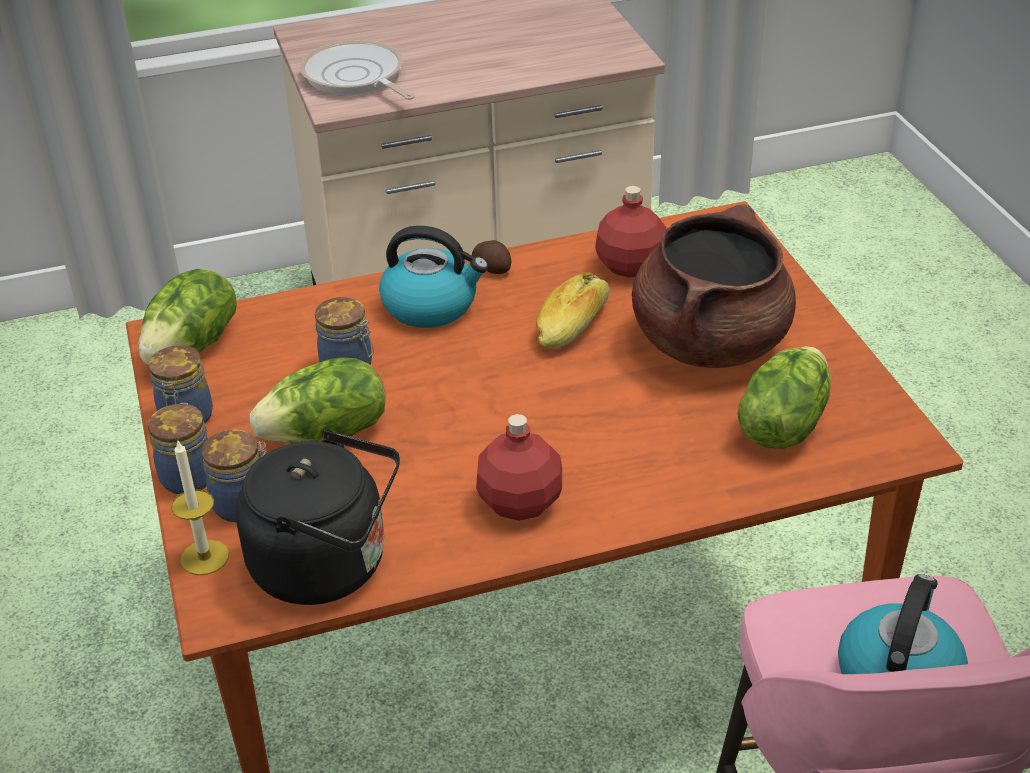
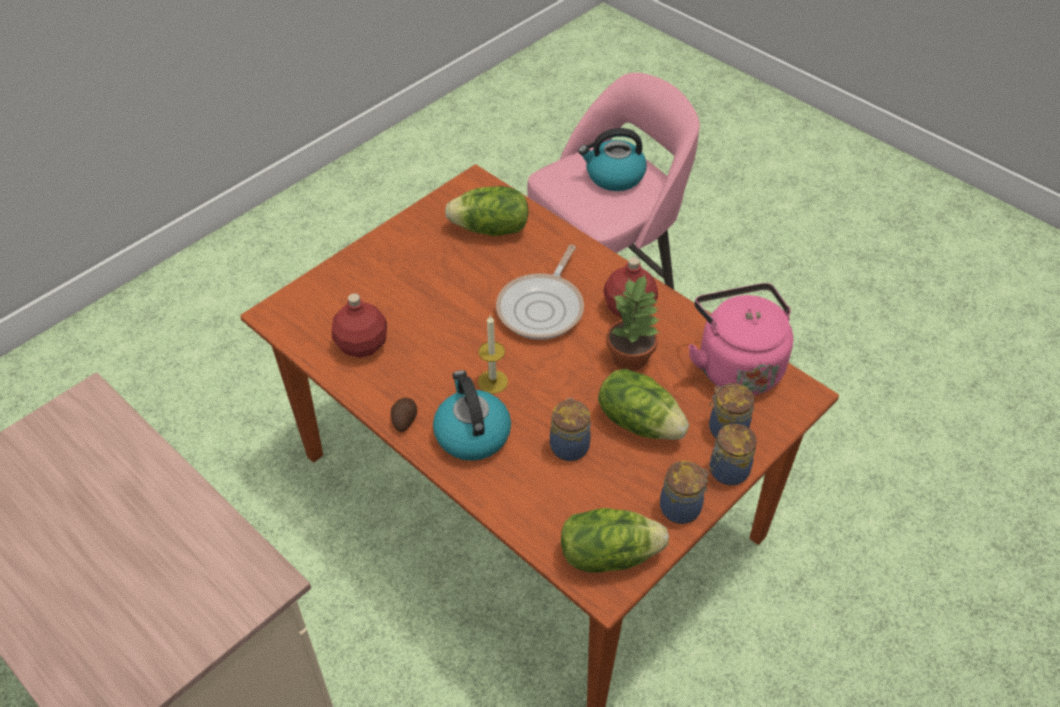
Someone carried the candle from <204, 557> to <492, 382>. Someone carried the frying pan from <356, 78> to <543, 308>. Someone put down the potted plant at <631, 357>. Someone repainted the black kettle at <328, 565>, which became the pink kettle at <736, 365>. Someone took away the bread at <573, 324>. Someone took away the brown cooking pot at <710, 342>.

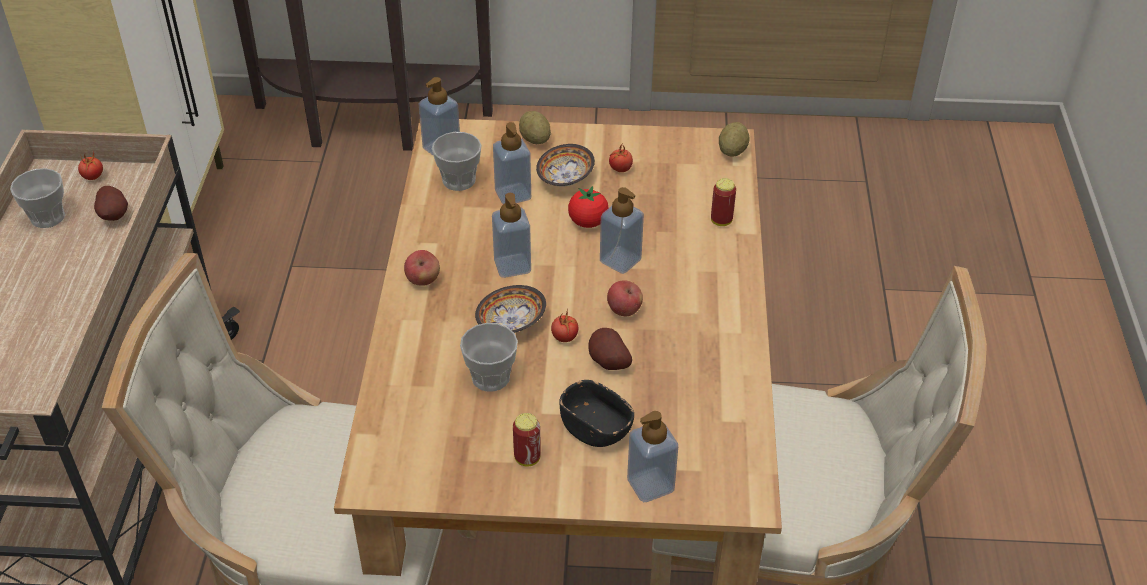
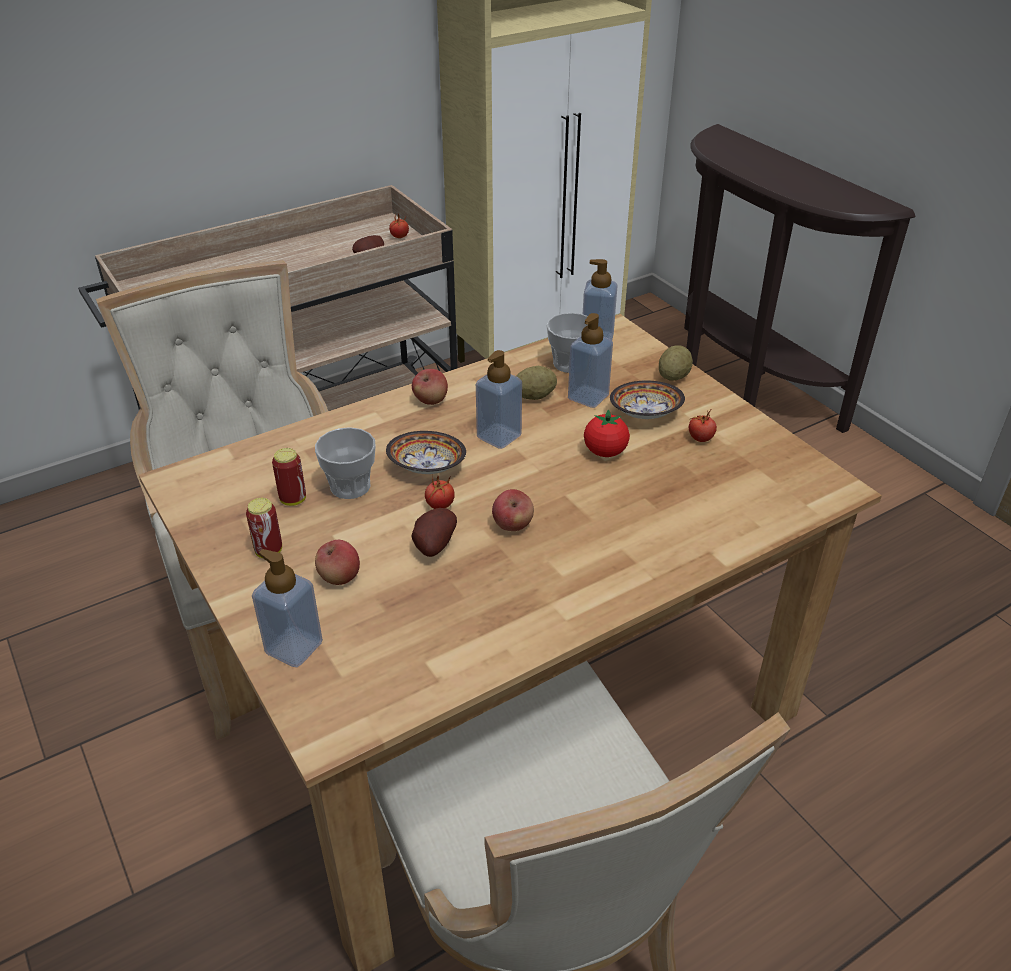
Someone carried the can from <721, 221> to <293, 499>. Someone swapped the black bowl at <596, 429> for the apple at <339, 577>. Someone carried the potato from <732, 151> to <534, 396>. Someone took away the cup at <48, 217>. Someone took away the soap dispenser at <620, 260>.

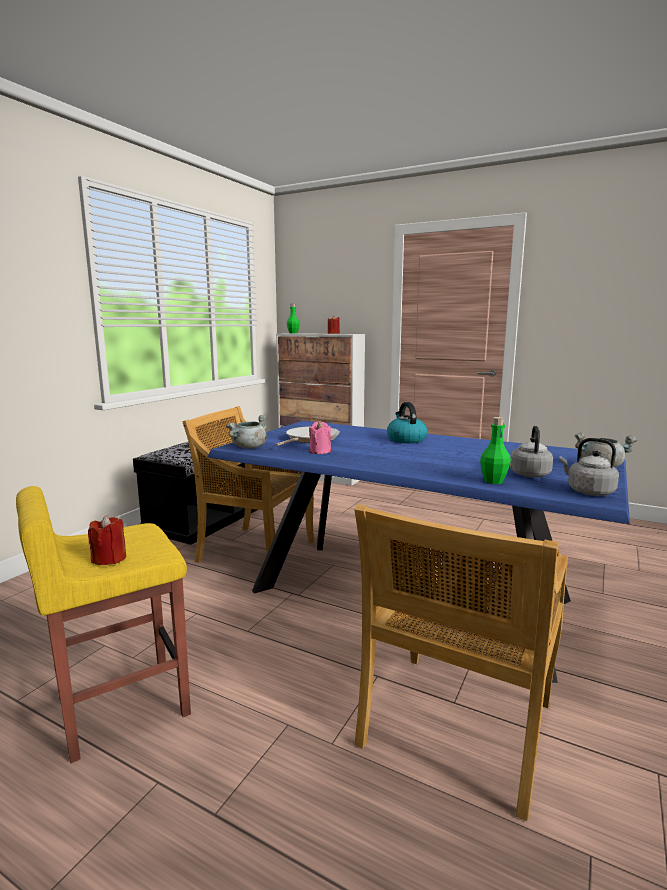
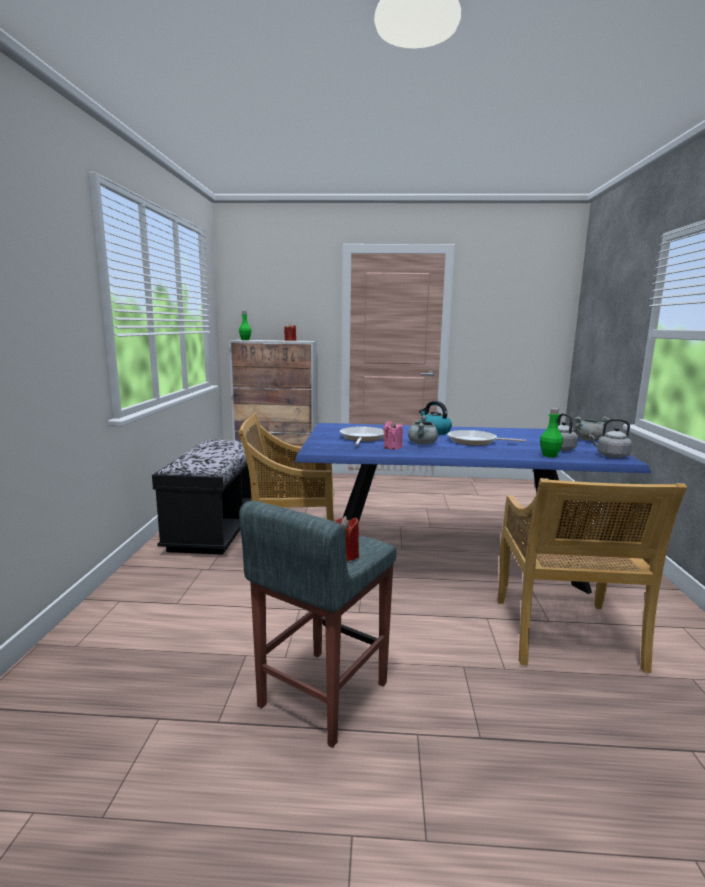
Someone repainted the yellow stool at <120, 706>, which became the grey stool at <322, 695>. Someone carried the grey cooking pot from <249, 447> to <422, 443>. Someone put down the frying pan at <475, 441>.

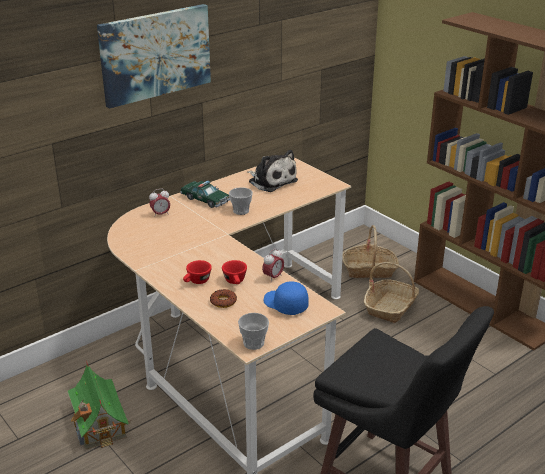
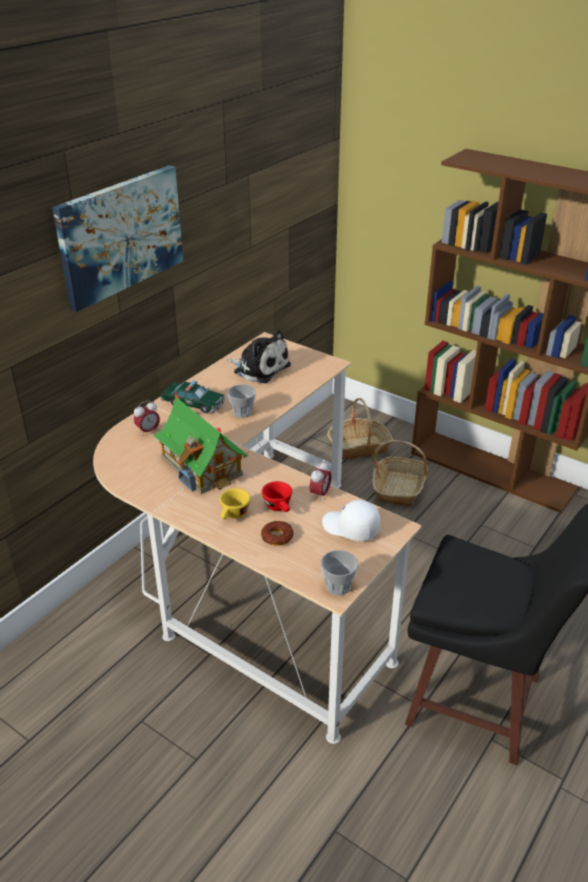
Someone carried the toy house from <99, 422> to <201, 466>. Someone repainted the red cup at <197, 282>, which became the yellow cup at <233, 515>. Someone repainted the blue cap at <285, 305>, which became the white cap at <350, 528>.

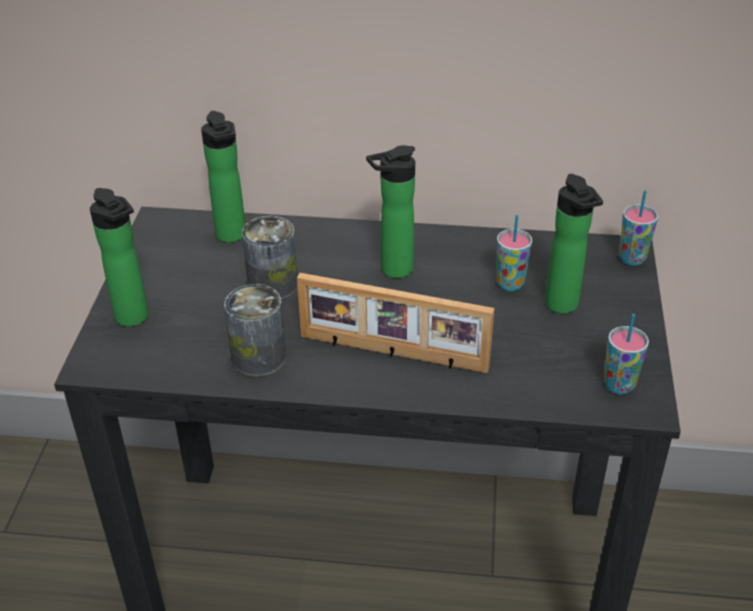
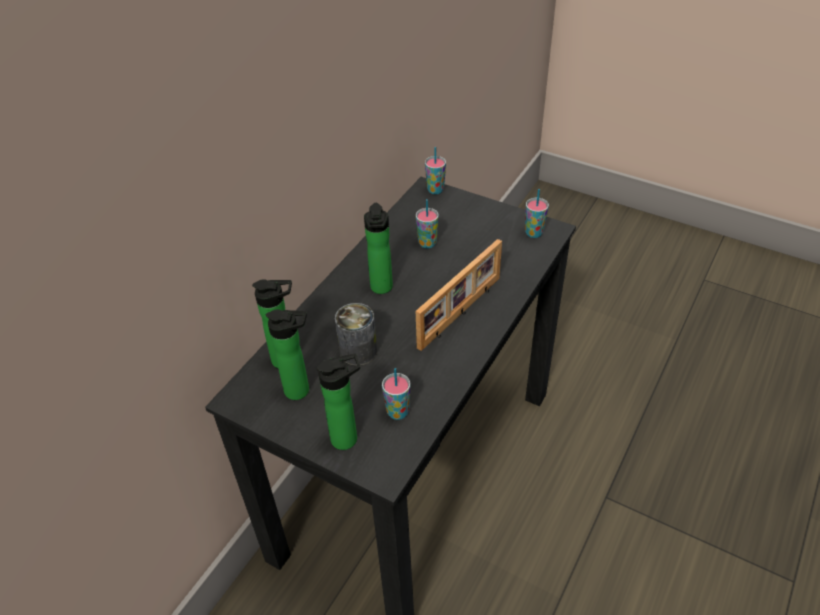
Someone carried the bottle from <564, 307> to <301, 390>. Someone put down the cup at <398, 412>. Someone took away the can at <259, 357>.

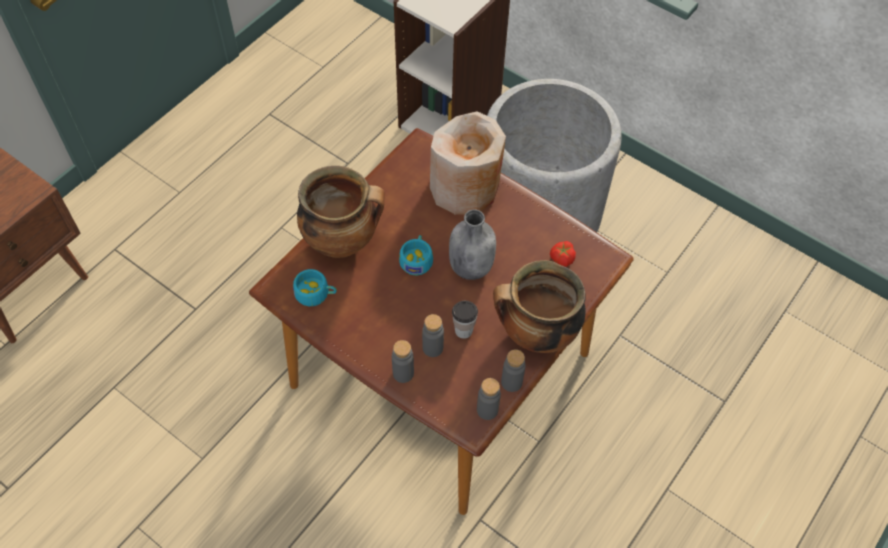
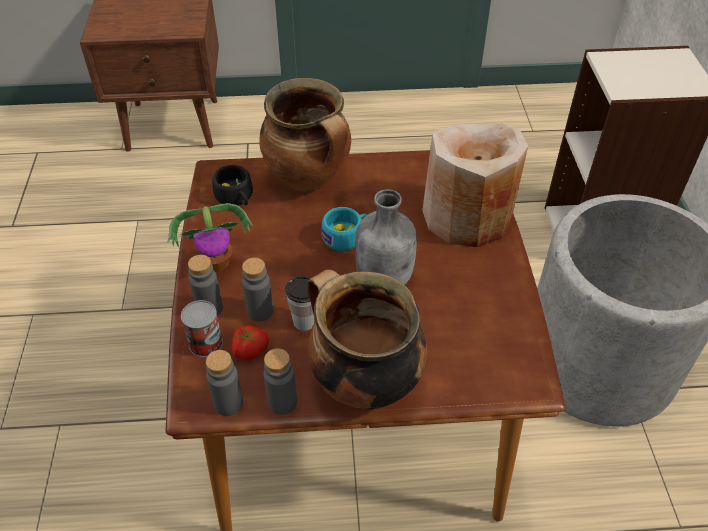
Someone put down the potted plant at <217, 262>. Someone put down the can at <205, 343>. Someone repainted the turquoise cup at <316, 294>, which became the black cup at <236, 198>. Someone carried the tomato from <561, 258> to <249, 349>.

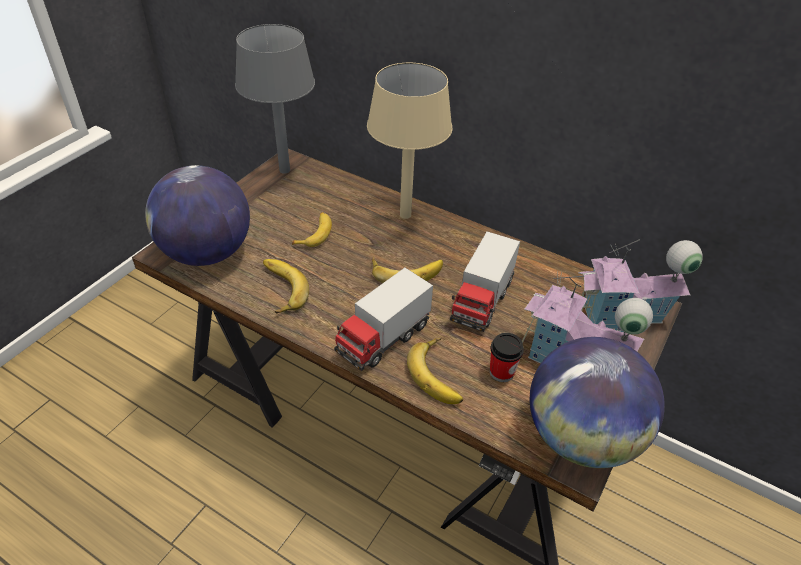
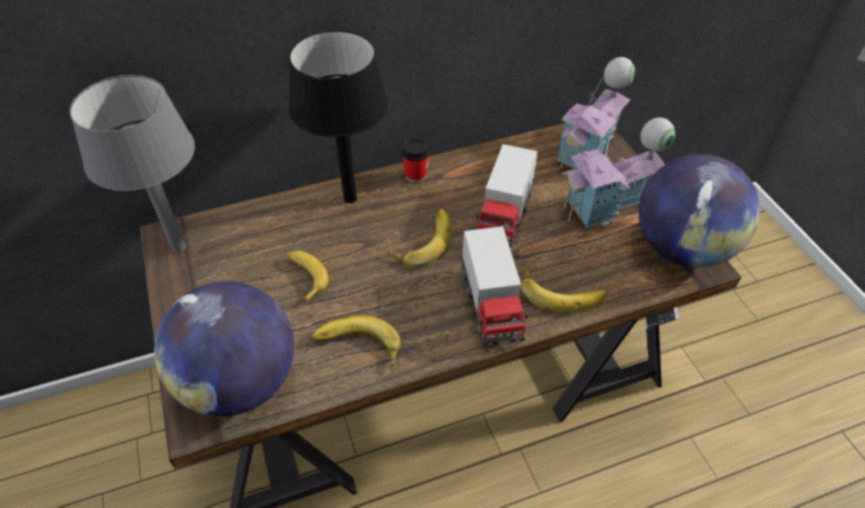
Someone repainted the beige table lamp at <405, 215>, which became the black table lamp at <350, 199>. Someone carried the cup from <501, 372> to <415, 175>. Someone rotated the toy truck at <481, 301> by 45 degrees clockwise.

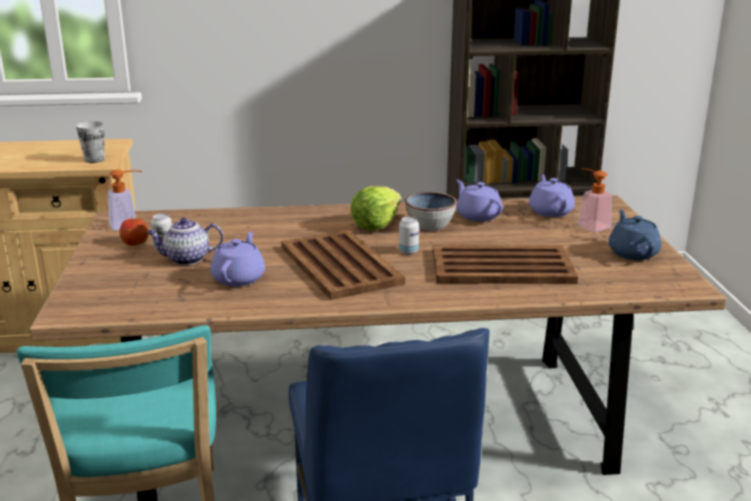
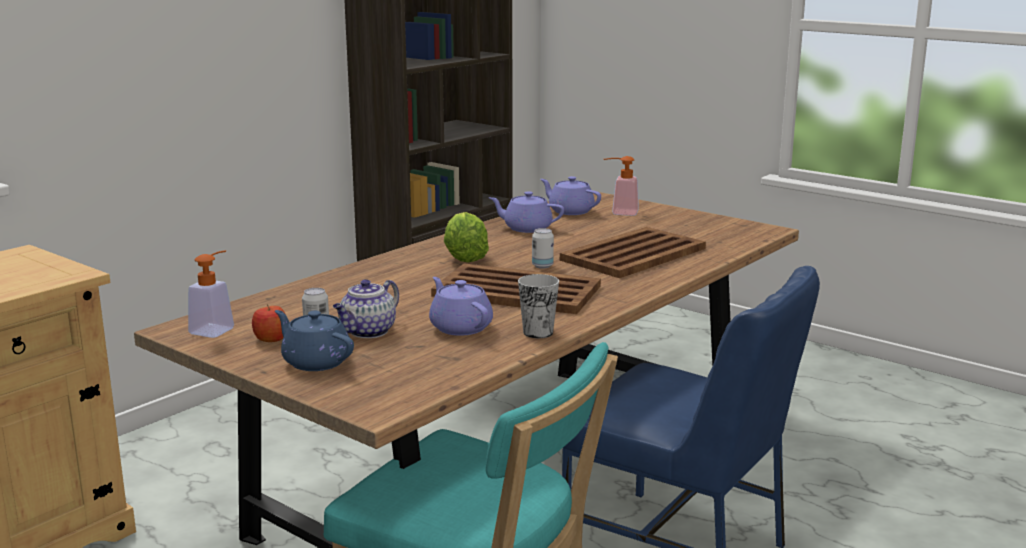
Someone carried the blue teapot from <632, 253> to <315, 362>. Someone carried the cup from <94, 160> to <538, 332>. Someone took away the bowl at <430, 225>.

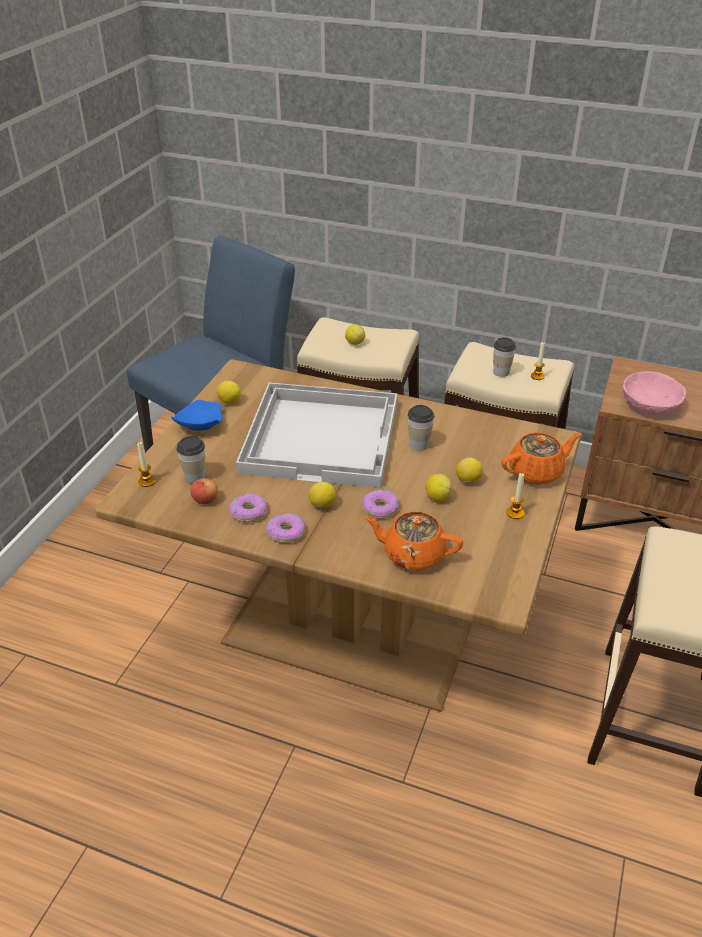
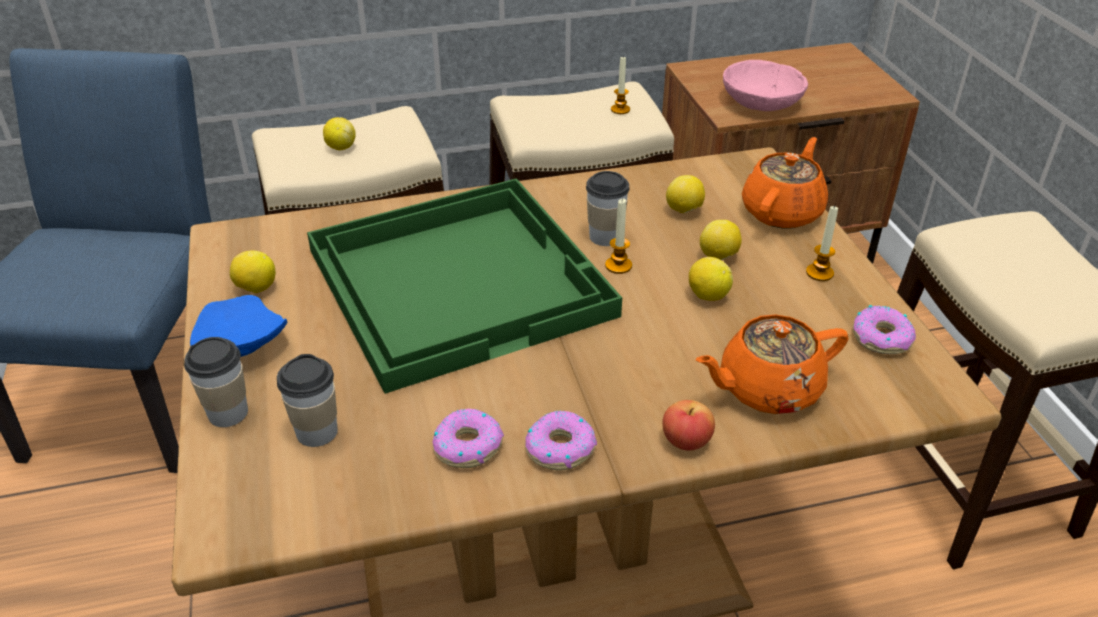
Someone carried the cup from <501, 372> to <228, 413>. Someone repainted the white tray at <322, 436>, which became the green tray at <460, 280>. Someone carried the candle from <147, 481> to <618, 265>. Someone carried the apple from <205, 500> to <686, 440>. Someone carried the lemon from <322, 505> to <684, 211>. Someone carried the donut from <380, 508> to <881, 338>.

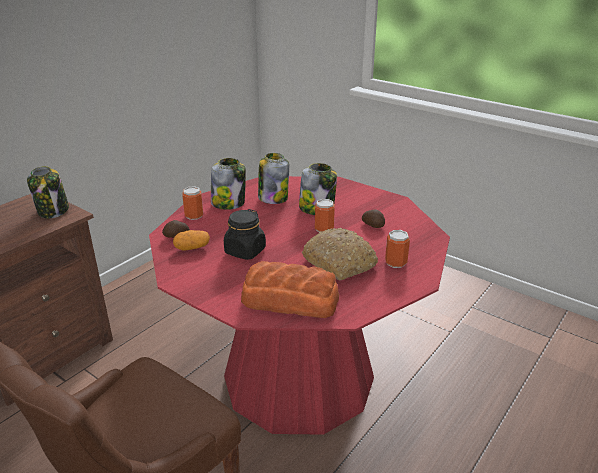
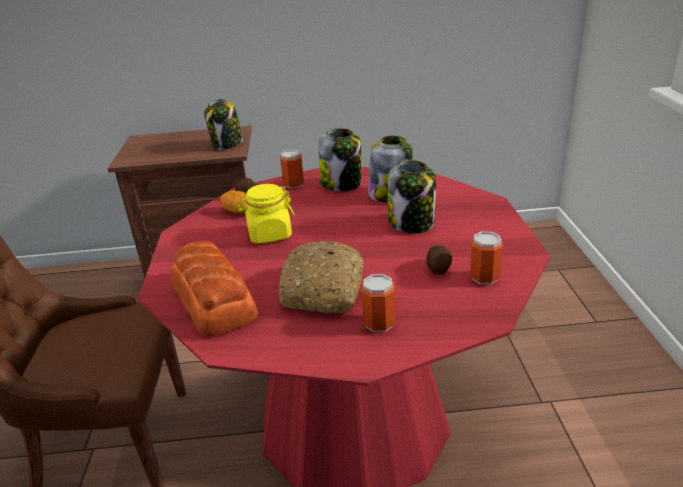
Someone repainted the black jar at <245, 251>, which became the yellow jar at <269, 234>. Someone carried the can from <324, 229> to <484, 277>.

